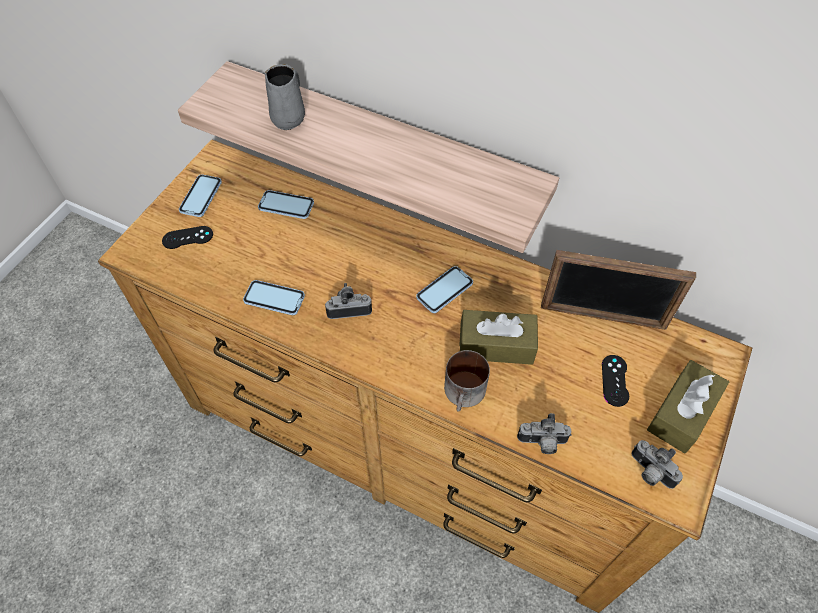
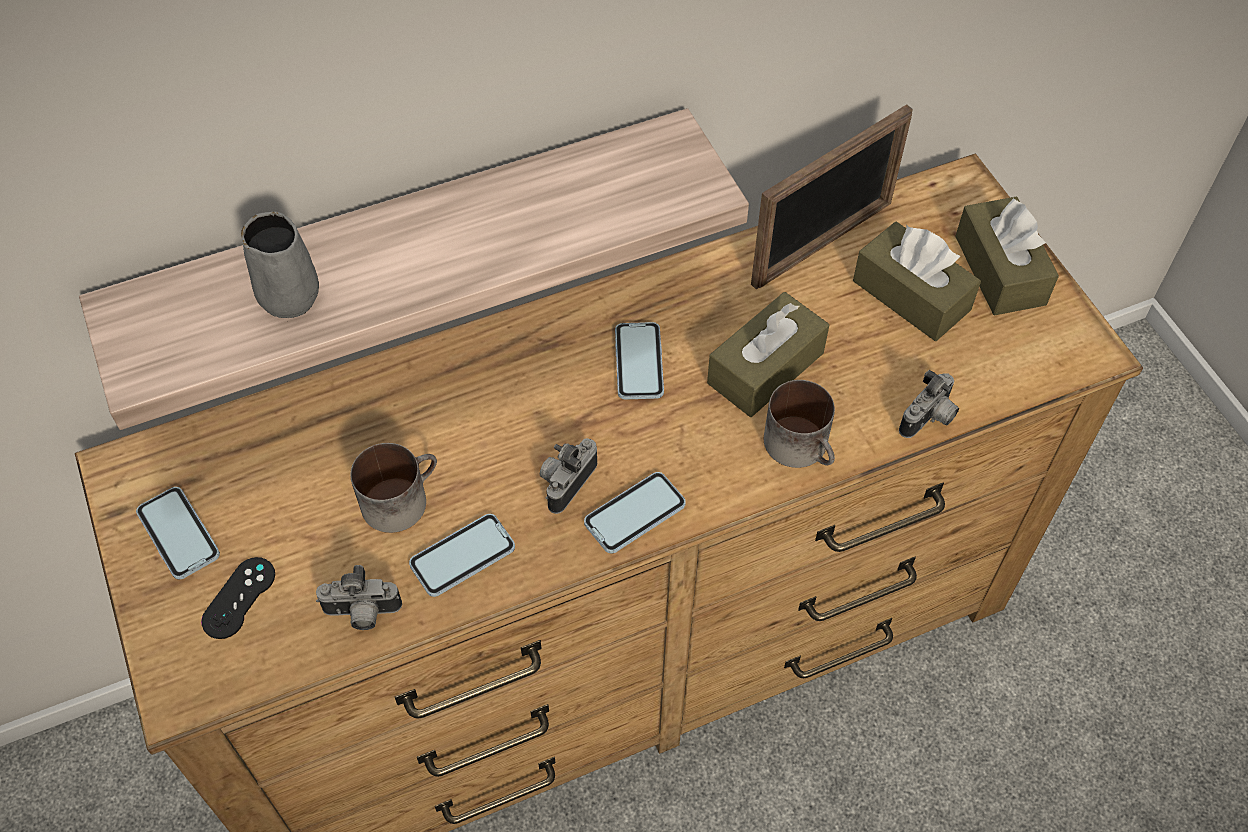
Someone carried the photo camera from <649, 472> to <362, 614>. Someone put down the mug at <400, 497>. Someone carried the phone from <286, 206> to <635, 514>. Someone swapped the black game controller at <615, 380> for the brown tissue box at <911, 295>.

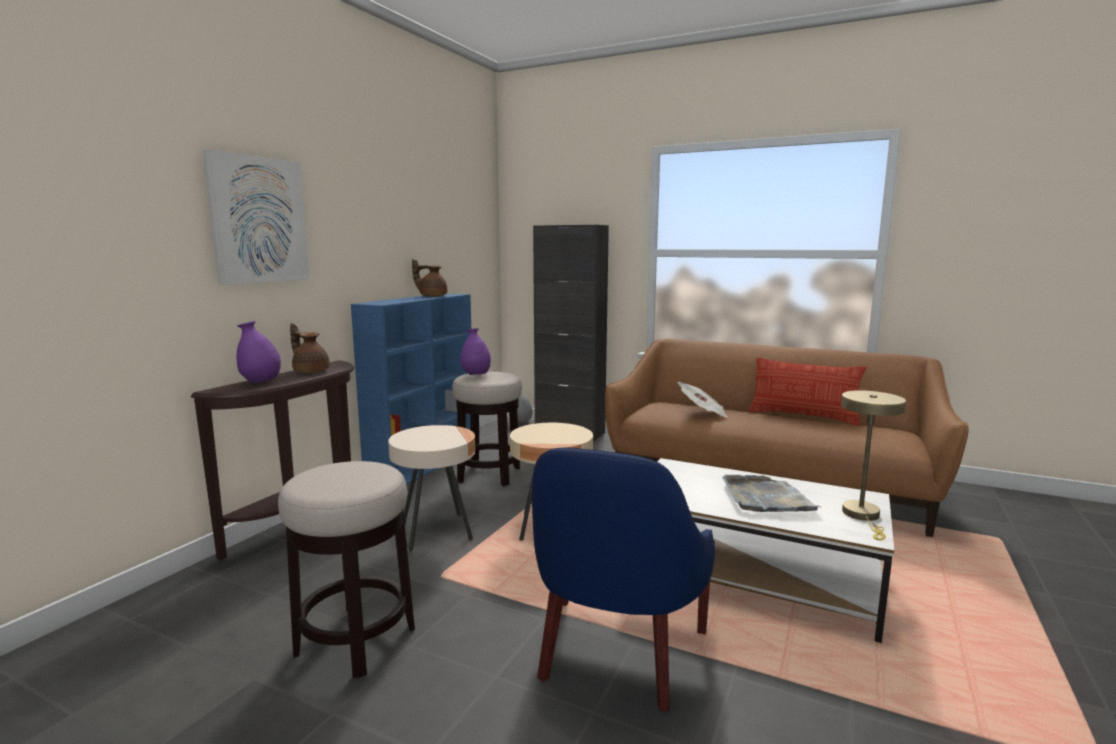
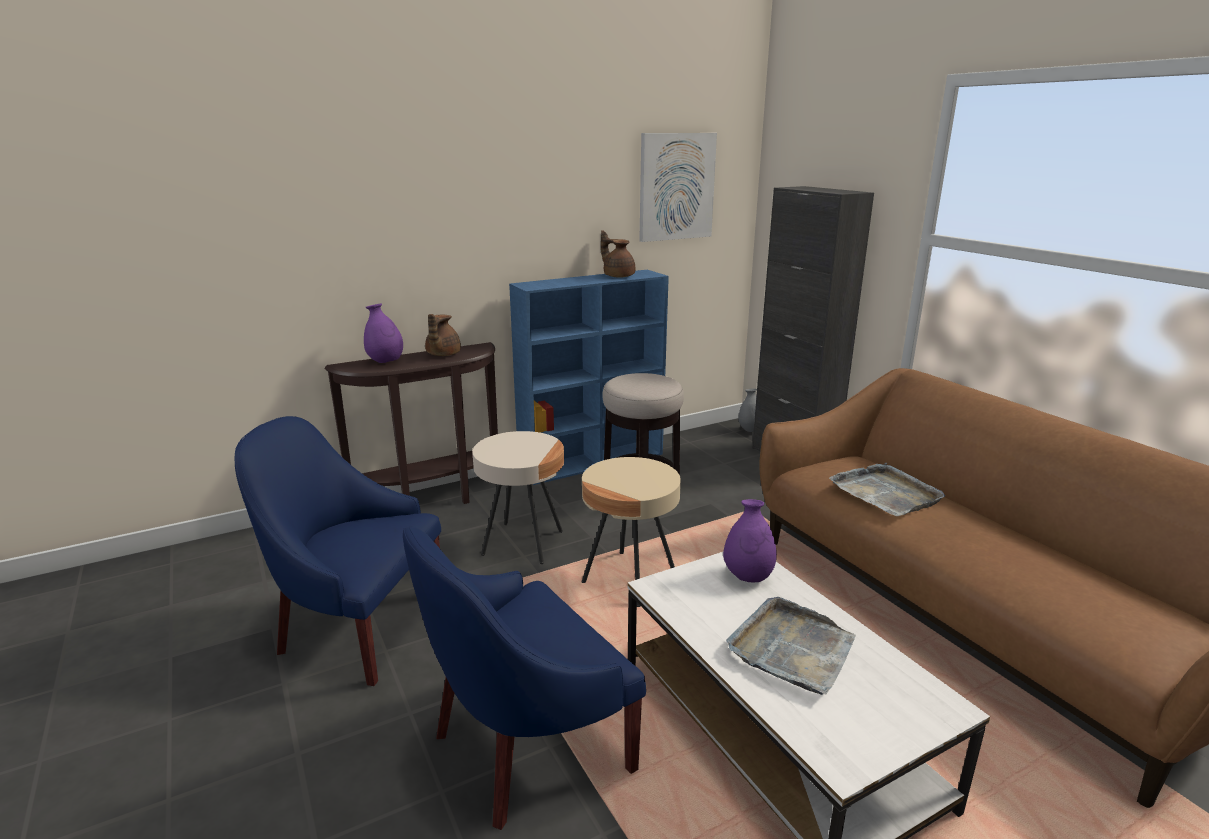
Someone swapped the stool at <355, 640> for the blue armchair at <357, 626>. Someone rotated the brown teapot at <310, 371> by 150 degrees counterclockwise. Someone carried the picture from <258, 220> to <676, 187>. Someone carried the purple vase from <476, 375> to <748, 576>. Someone swapped the newspaper at <702, 413> for the grey tray at <886, 493>. Someone took away the pillow at <803, 416>. Someone took away the beige table lamp at <863, 516>.

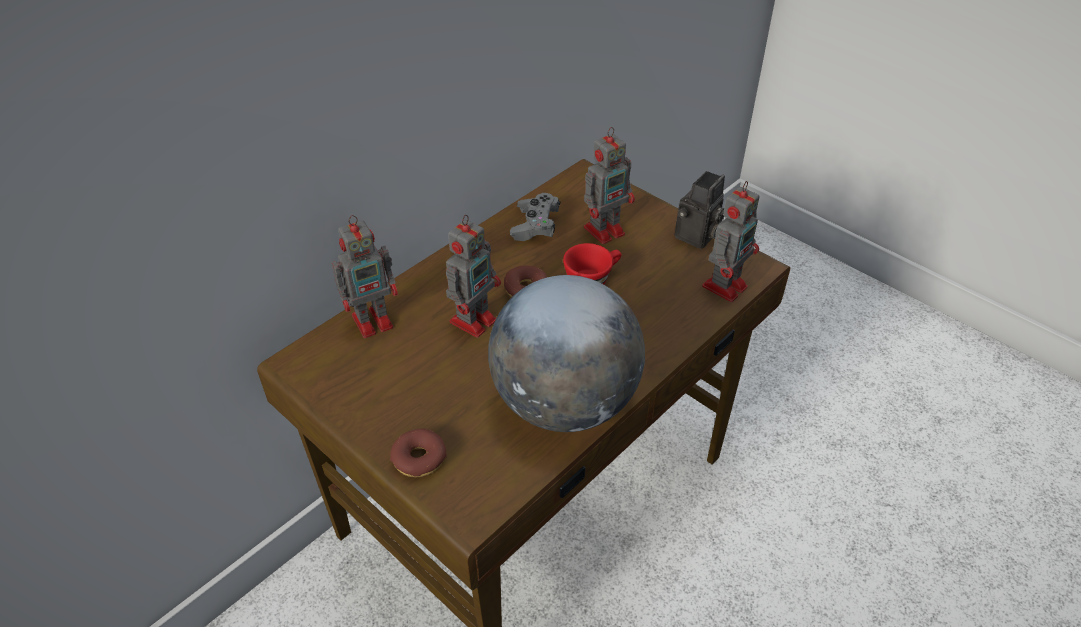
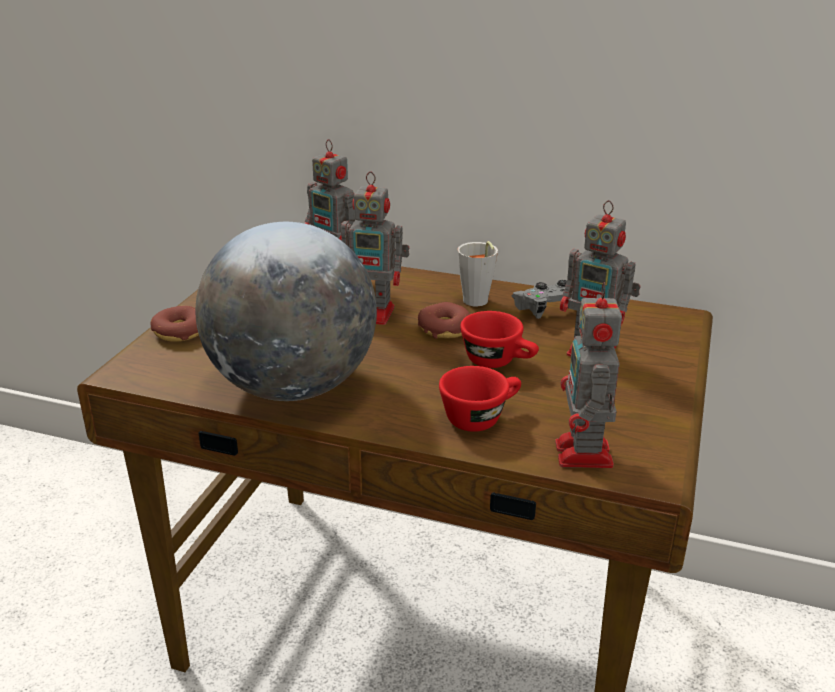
Someone put down the red cup at <480, 417>. Someone put down the grey cup at <476, 303>. Someone rotated the toy robot at <725, 285> by 75 degrees clockwise. Someone took away the photo camera at <697, 237>.

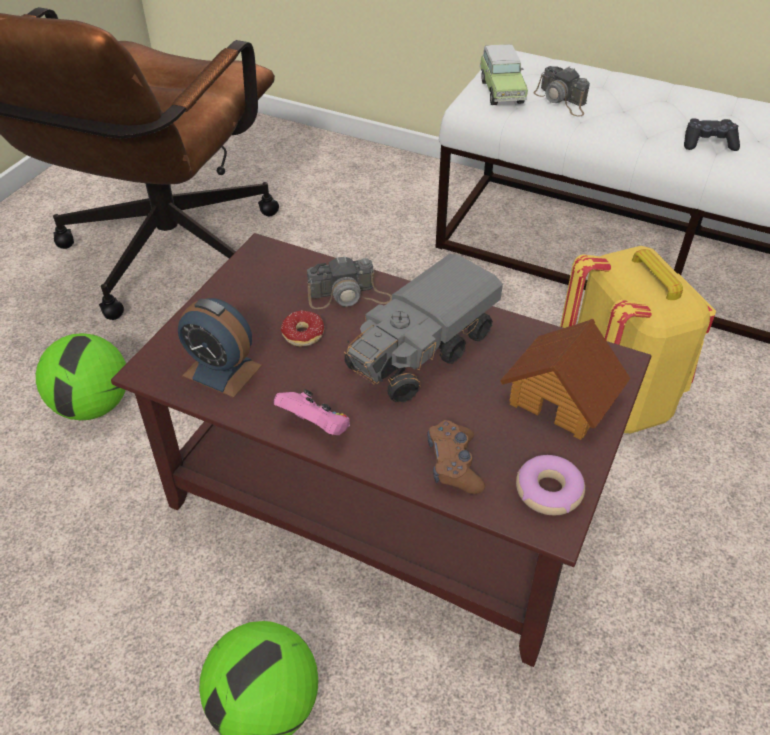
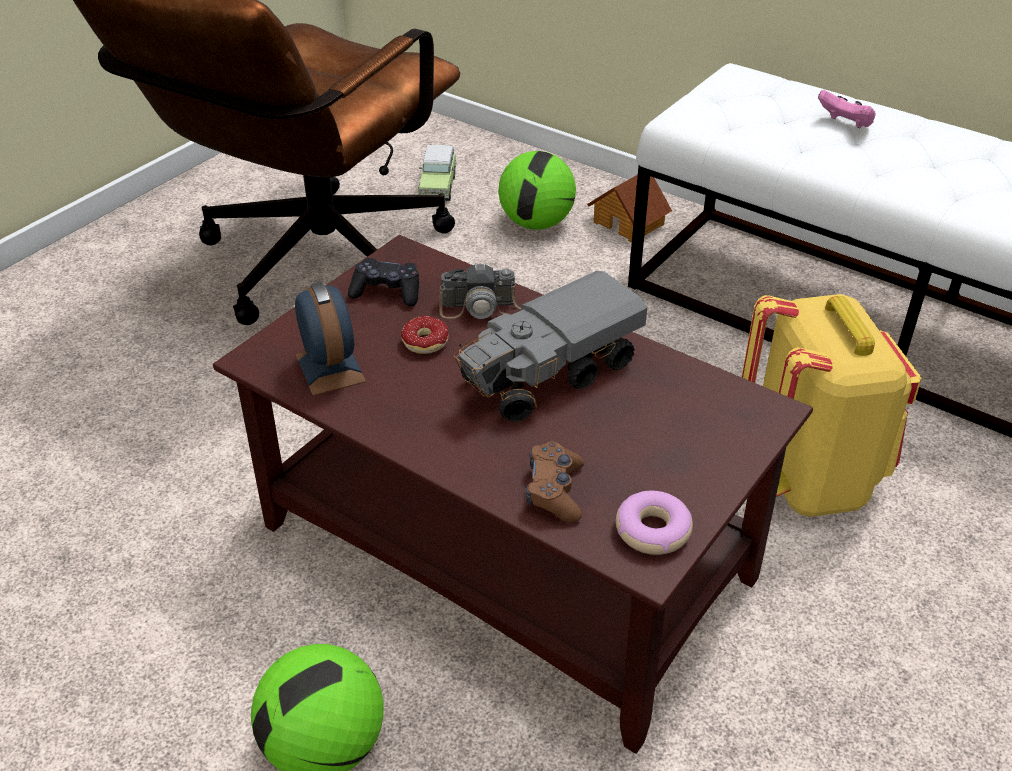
Someone rotated the alarm clock at <222, 370> by 150 degrees counterclockwise. Someone carried the black game controller from <708, 143> to <387, 292>. Someone carried the toy car from <501, 90> to <438, 186>. Someone carried the football from <93, 406> to <536, 223>. Someone carried the toy house from <562, 397> to <629, 222>. Someone carried the pink game controller from <316, 427> to <845, 124>. Someone took away the photo camera at <562, 101>.

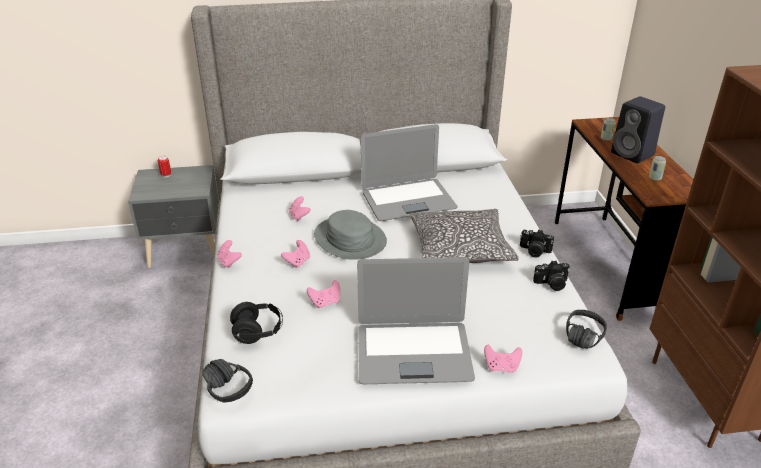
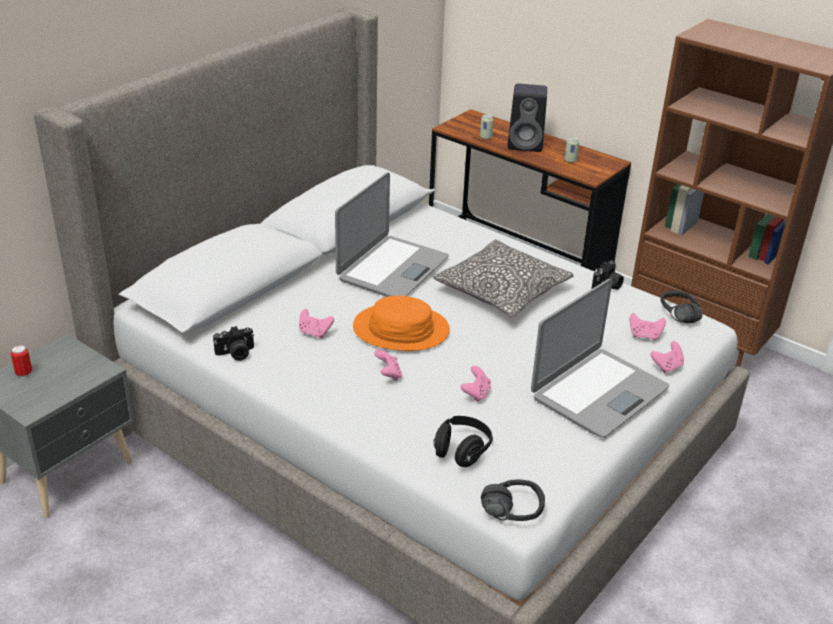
Someone carried the photo camera from <534, 251> to <236, 354>. Someone repainted the grey hat at <349, 239>, which became the orange hat at <401, 329>. Someone carried the pink game controller from <229, 262> to <644, 336>.

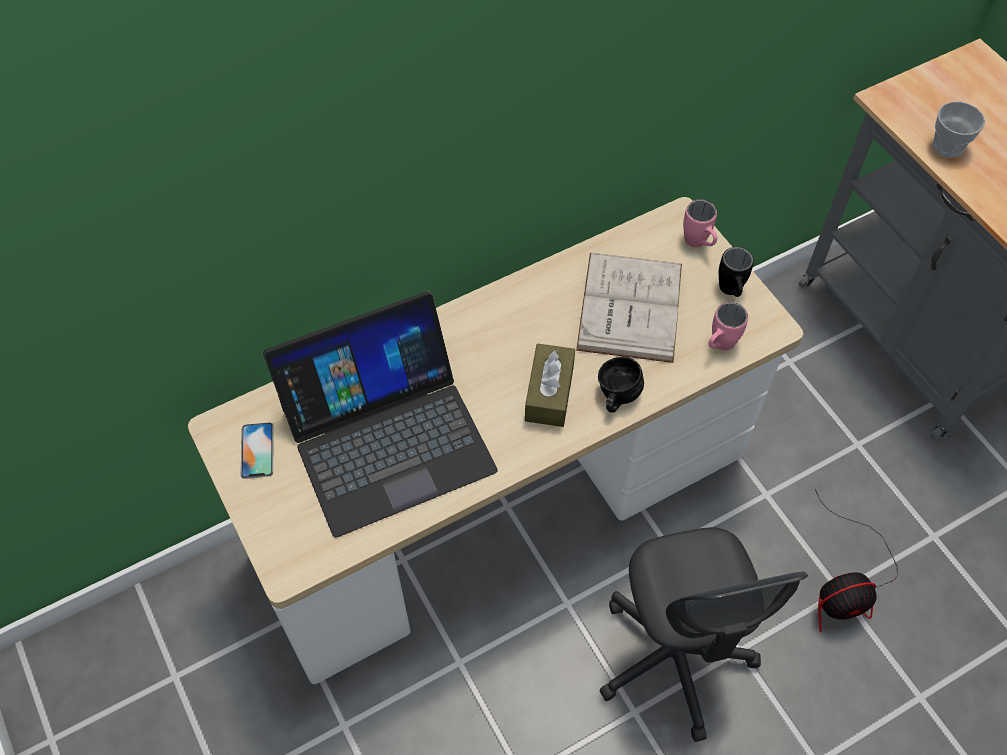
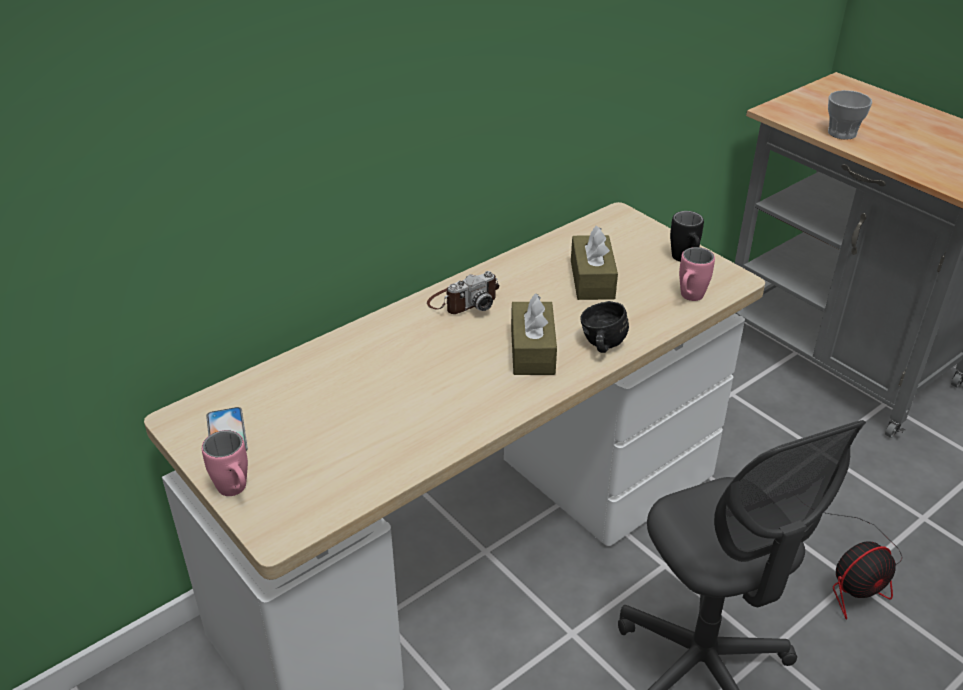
Someone carried the pink mug from <698, 244> to <236, 492>. Someone put down the photo camera at <463, 301>. Someone swapped the white book at <630, 306> for the brown tissue box at <592, 279>. Someone took away the laptop at <387, 437>.

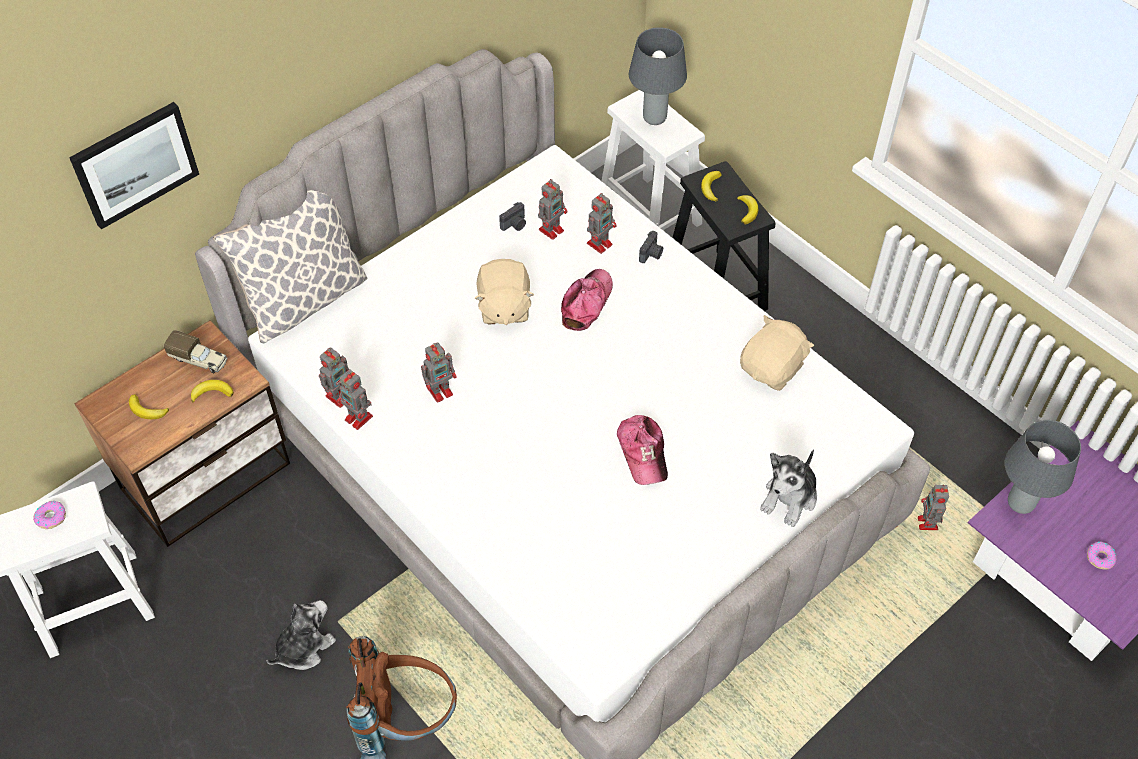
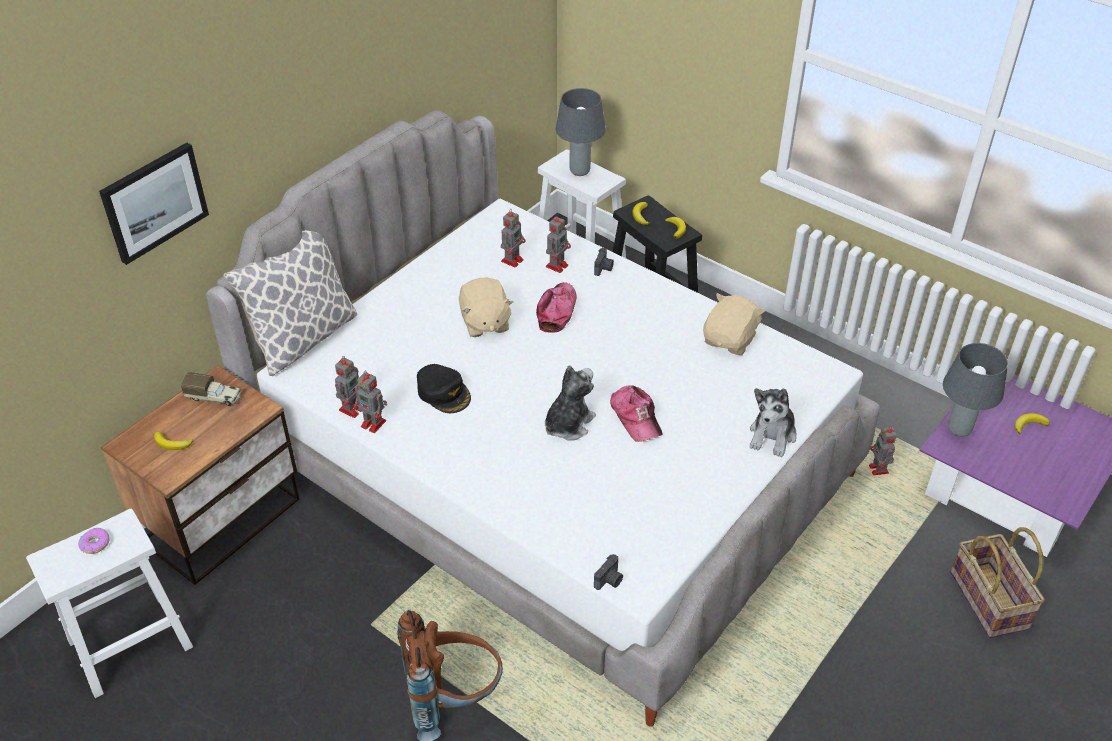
Someone swapped the toy robot at <441, 390> for the black cap at <444, 393>. Someone carried the plush toy from <304, 647> to <568, 424>. Someone carried the photo camera from <515, 225> to <609, 580>. Someone put down the basket at <990, 600>. Someone carried the banana from <212, 392> to <1029, 425>. Someone took away the donut at <1100, 558>.

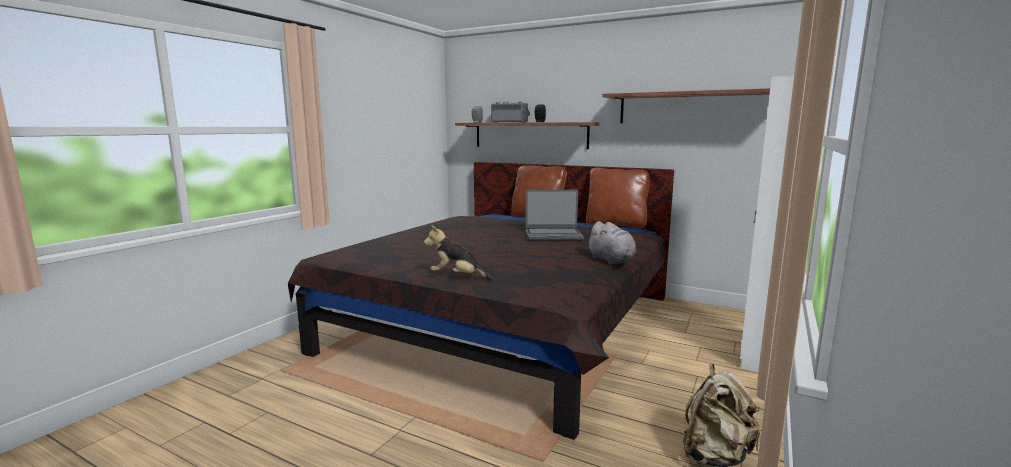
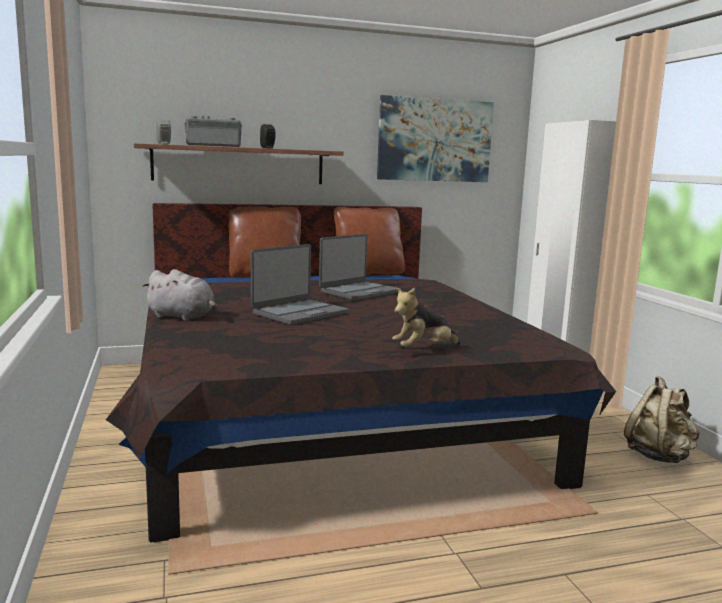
Someone carried the grey plush toy from <612, 261> to <183, 317>. Someone put down the laptop at <299, 313>. Someone swapped the shelf at <693, 108> for the picture at <434, 140>.

